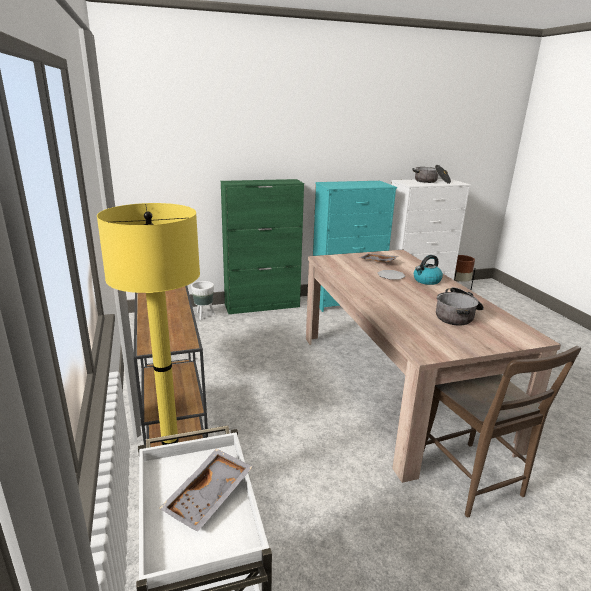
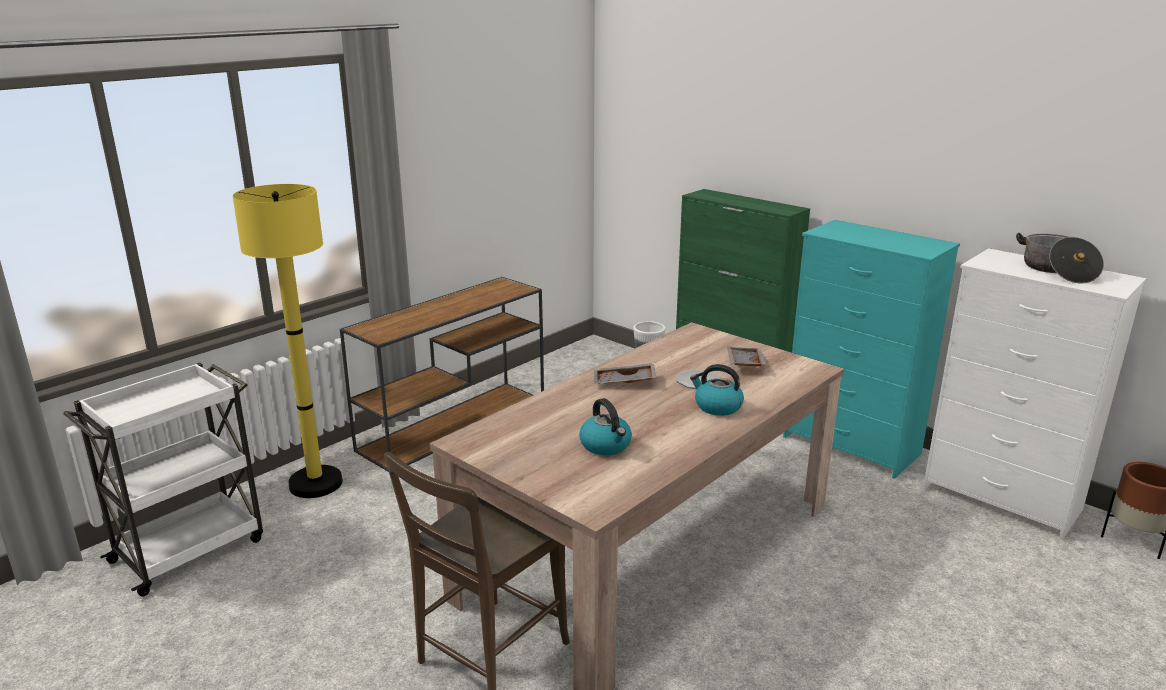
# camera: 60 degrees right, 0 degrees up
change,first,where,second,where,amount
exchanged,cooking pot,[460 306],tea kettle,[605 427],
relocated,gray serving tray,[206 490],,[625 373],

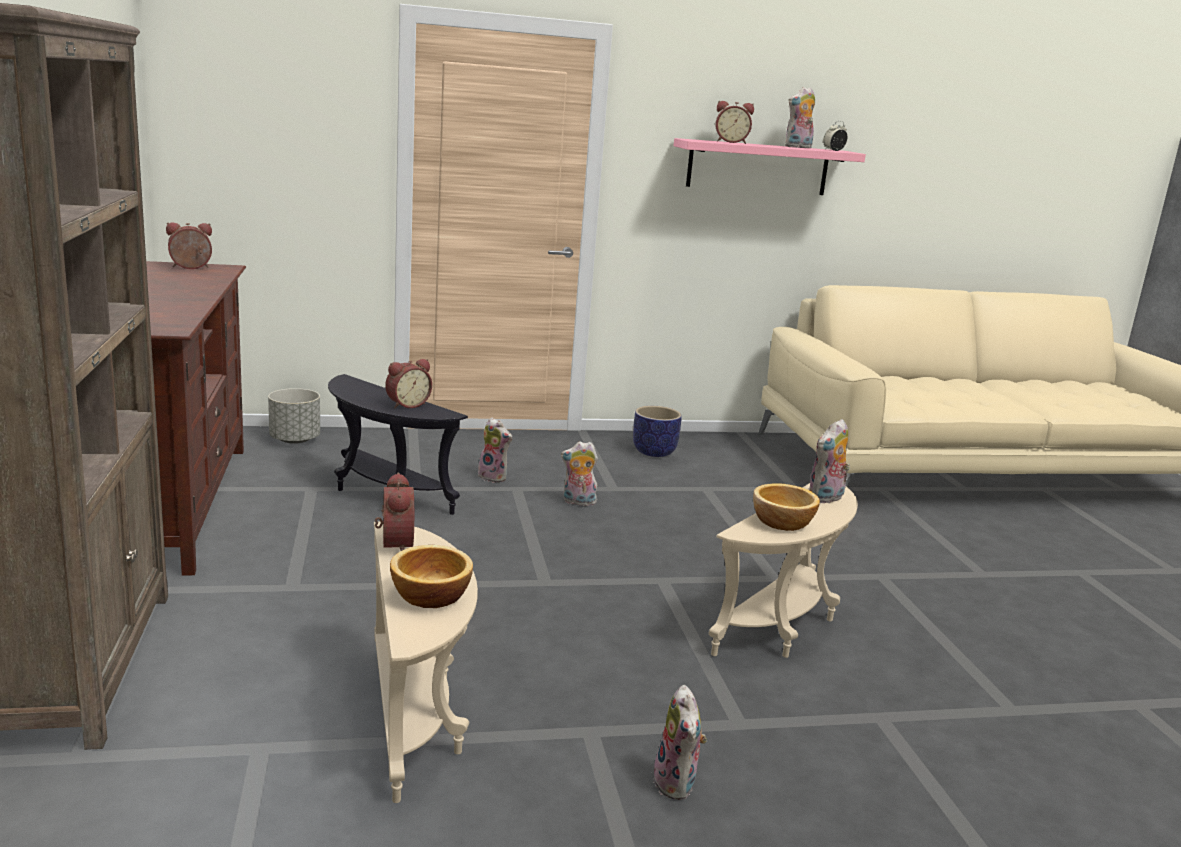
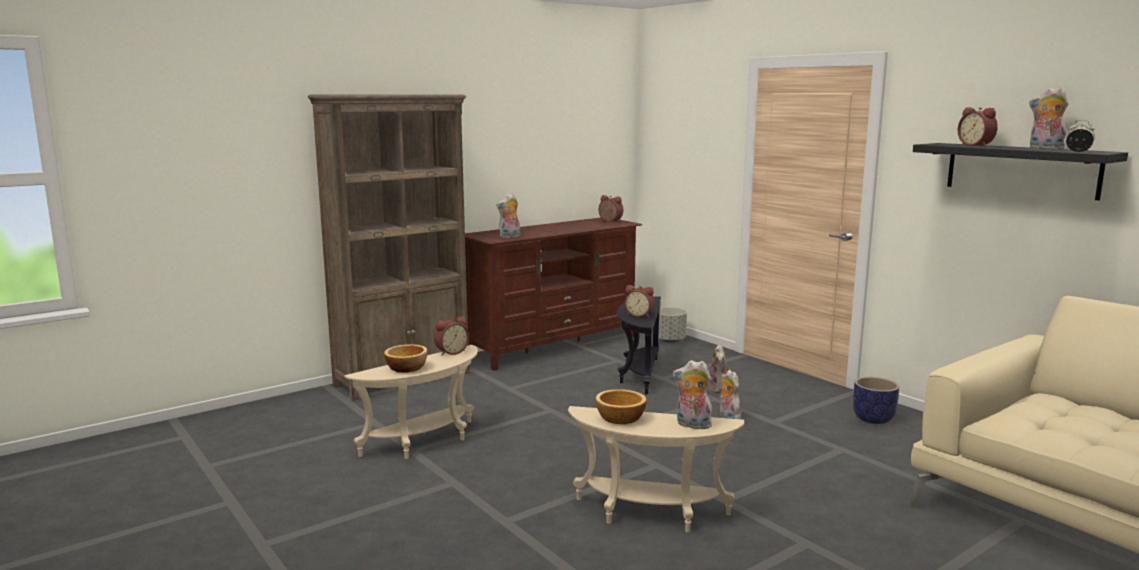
# camera: 65 degrees right, 5 degrees down
change,first,where,second,where,amount
relocated,soft toy,[680 742],,[508 215],
colour,pinkish shelf,[770 166],black shelf,[1020 171],

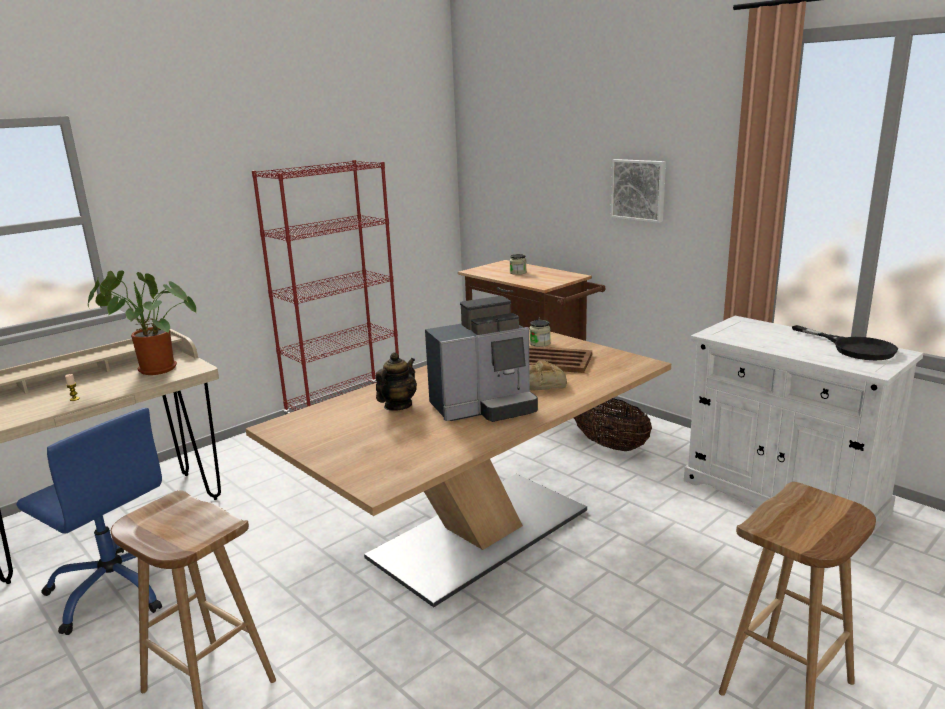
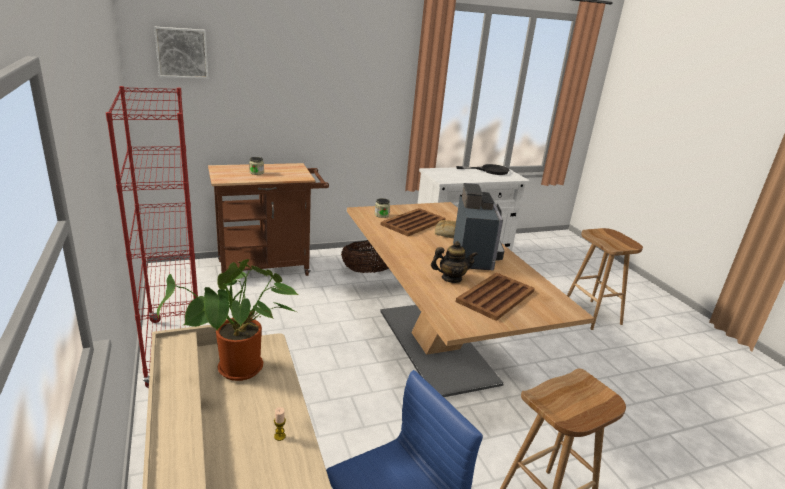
# camera: 70 degrees left, 5 degrees up
change,first,where,second,where,amount
relocated,wall picture,[638 191],,[181 53],
spun,pot for tea,[396 381],,[454 262],120 degrees clockwise
appeared,,,brown serving tray,[495 296],

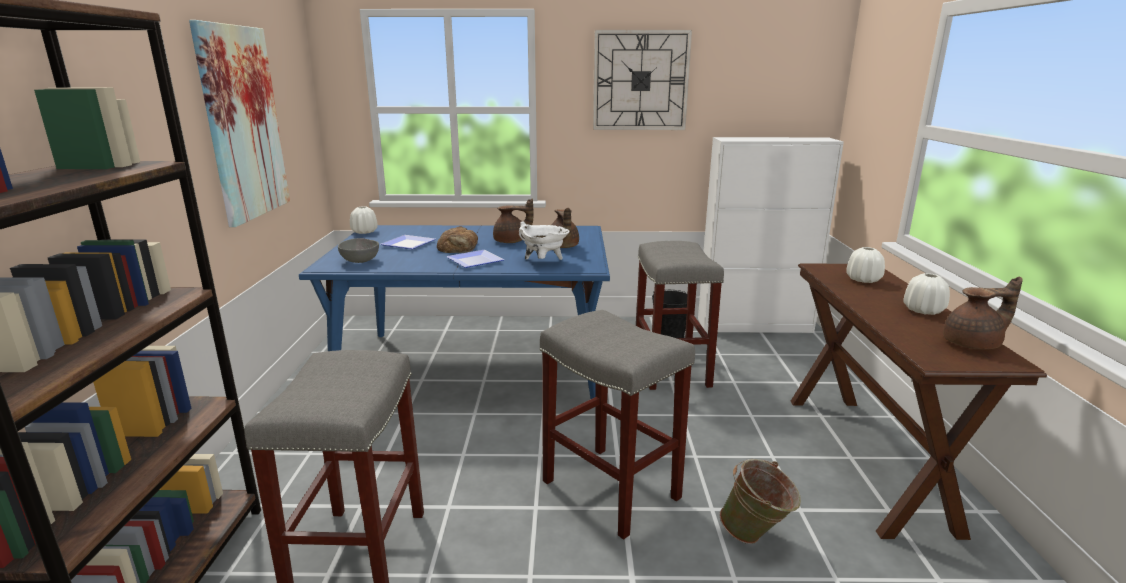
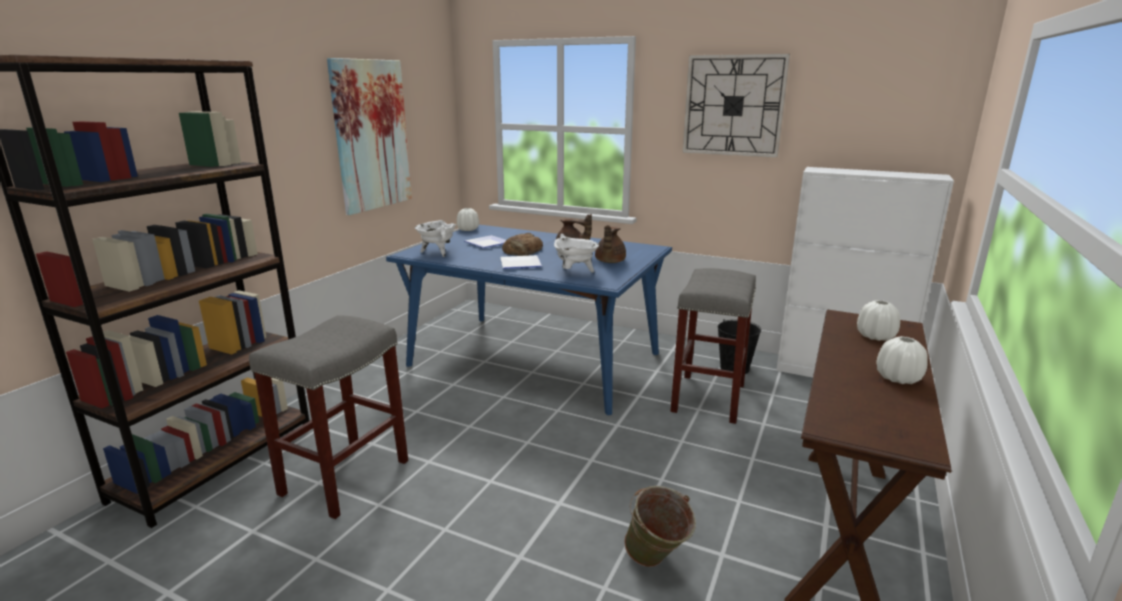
# camera: 25 degrees right, 0 degrees up
change,first,where,second,where,amount
exchanged,gray deep dish,[358 250],white-coloured cooking pot,[435 238],
missing,gray sitting stool,[617 425],,,
missing,brown pot for tea,[983 313],,,

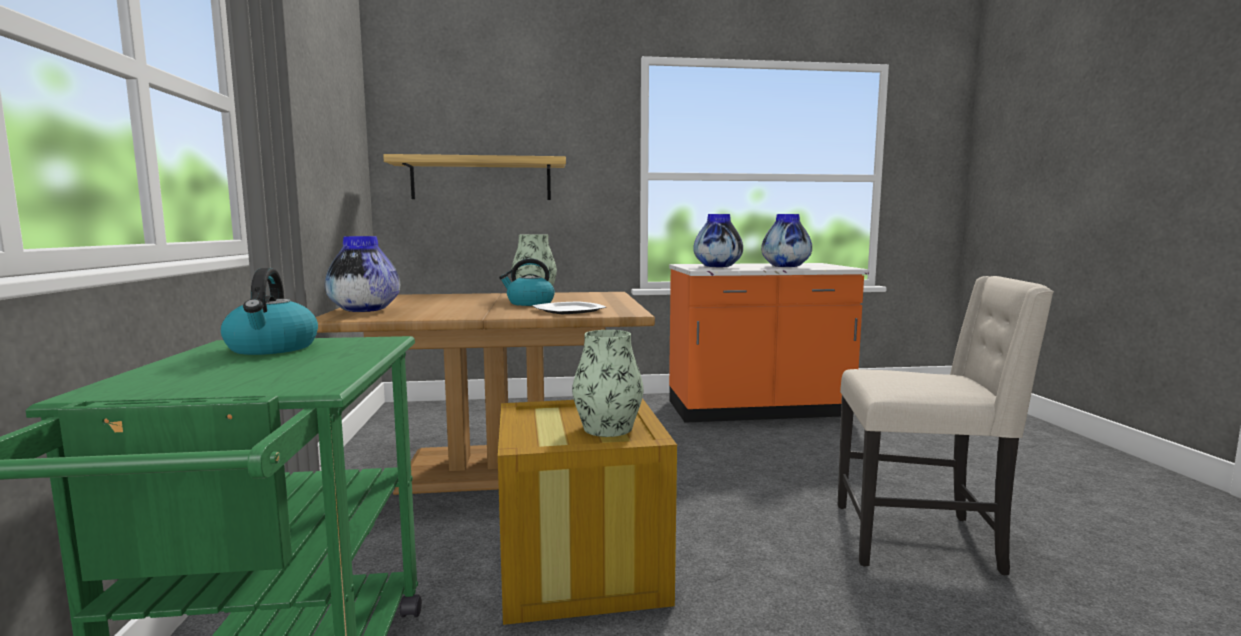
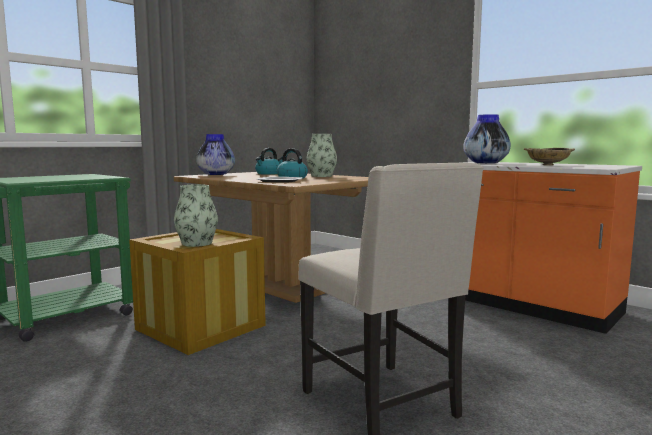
# camera: 50 degrees right, 0 degrees up
change,first,where,second,where,amount
relocated,tea kettle,[269 311],,[267 161],
exchanged,decorative vase,[786 240],sand-coloured deep dish,[549 157],
missing,shelf,[474 177],,,

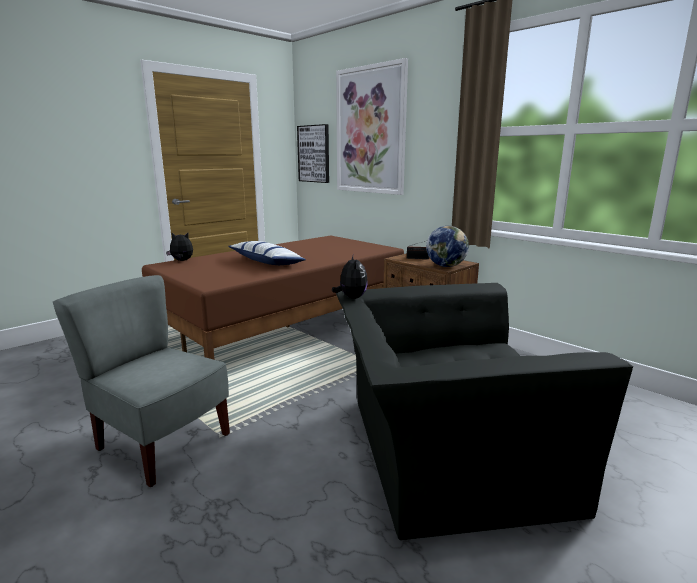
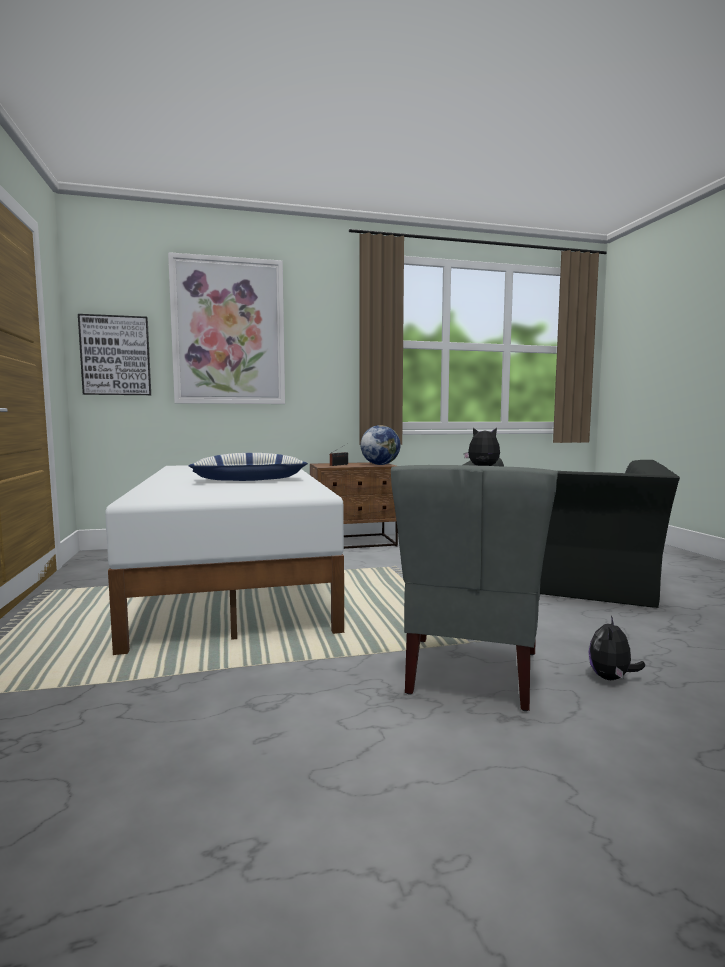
# camera: 60 degrees left, 10 degrees down
change,first,where,second,where,amount
colour,brown bedroom bed,[273 297],white-coloured bedroom bed,[224 560],
spun,gray chair,[141 381],,[474 588],45 degrees counterclockwise
relocated,soft toy,[179 247],,[617 648],

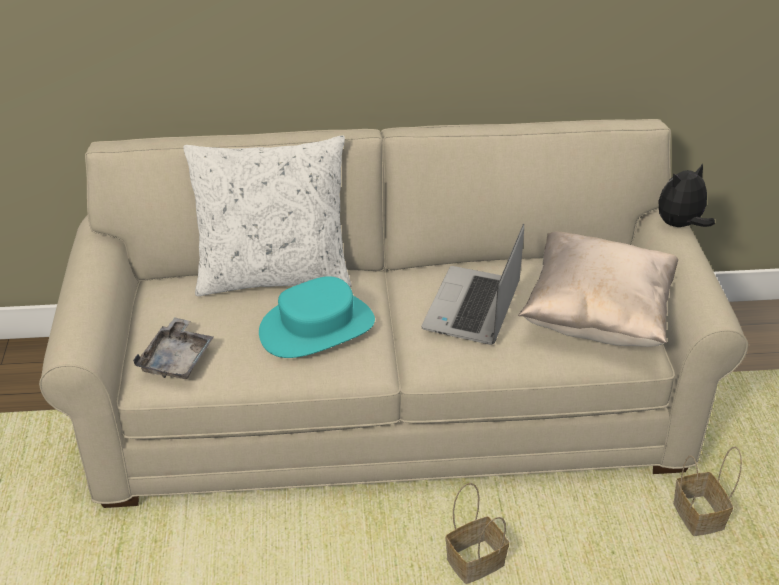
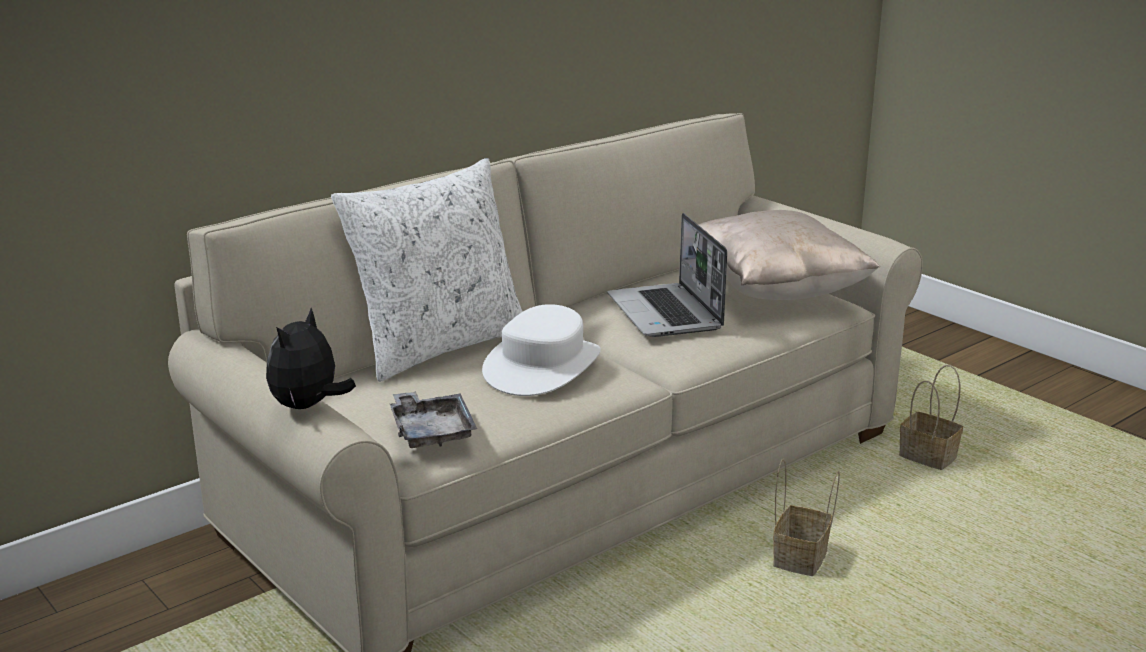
# camera: 35 degrees left, 15 degrees down
change,first,where,second,where,amount
relocated,soft toy,[687 195],,[311 358],
colour,turquoise-coloured wearable hat,[317 317],white-coloured wearable hat,[541 350],

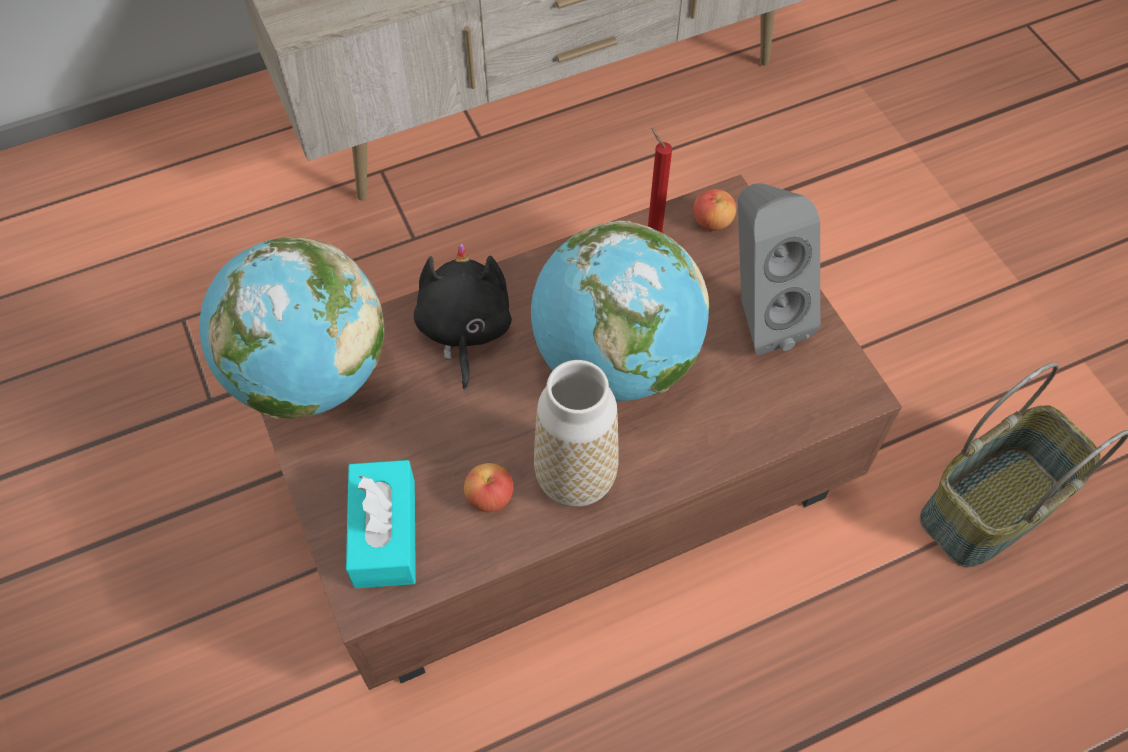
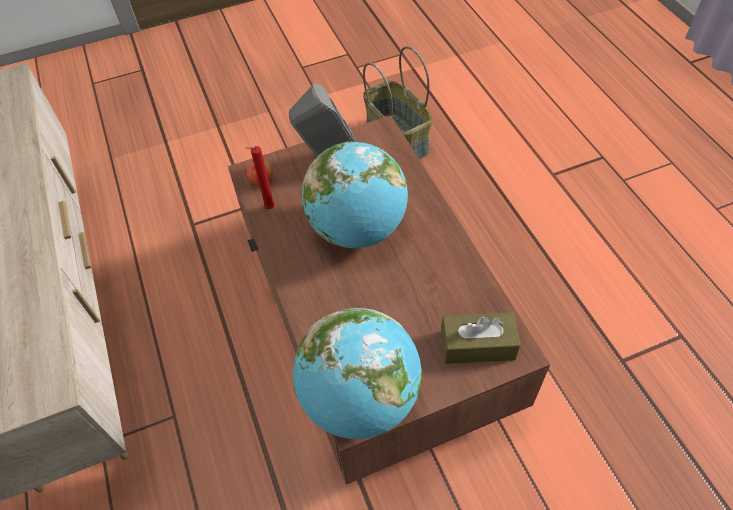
# camera: 85 degrees left, 5 degrees down
change,first,where,second,where,amount
colour,turquoise-coloured tissue box,[381 524],brown tissue box,[480 338],
missing,black soft toy,[463 317],,,
missing,whole apple,[489 487],,,
missing,decorative vase,[576 433],,,

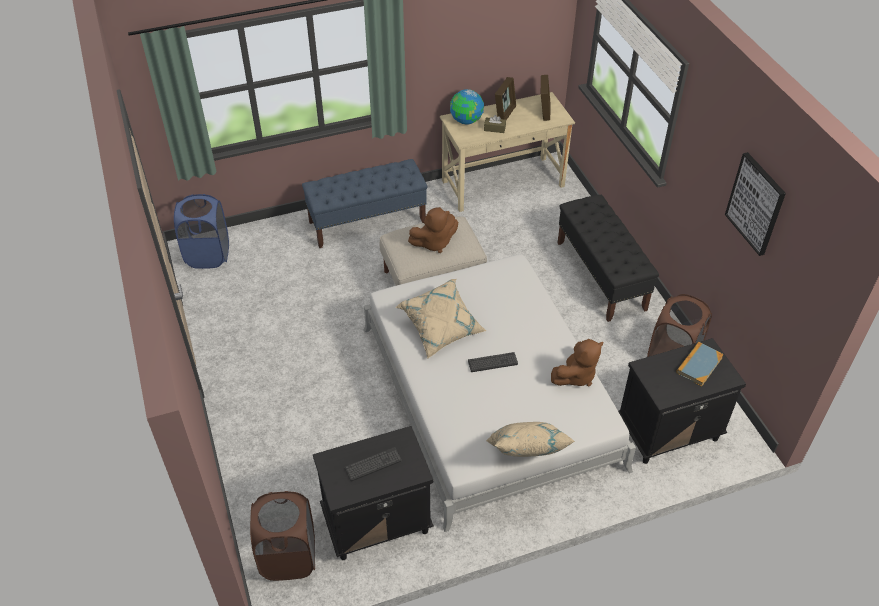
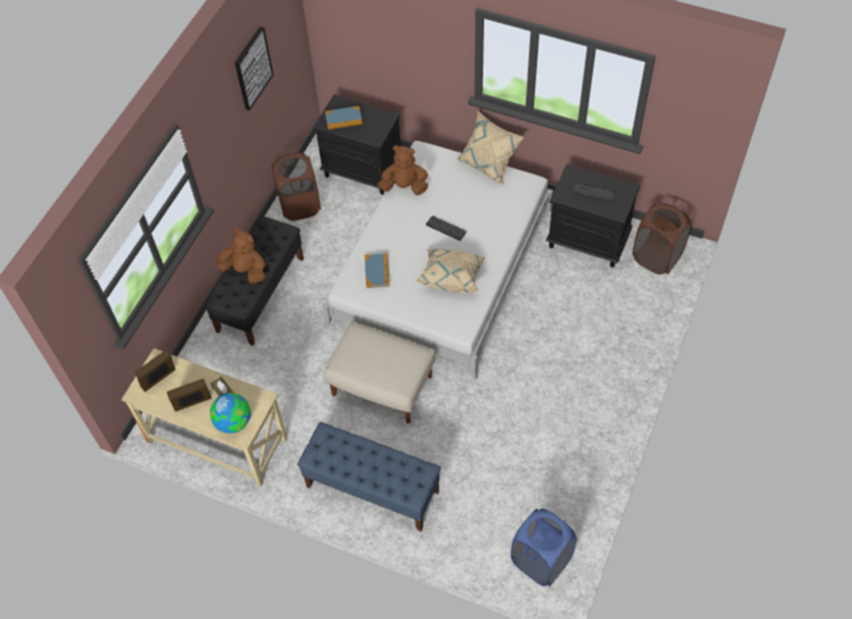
# camera: 135 degrees left, 10 degrees up
change,first,where,second,where,amount
relocated,brown soft toy,[433 230],,[240 256],
appeared,,,bound book,[377 270],

